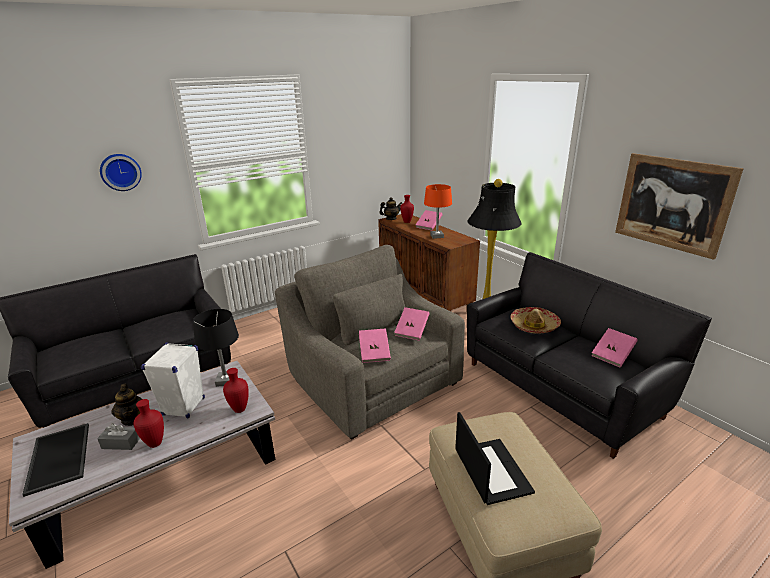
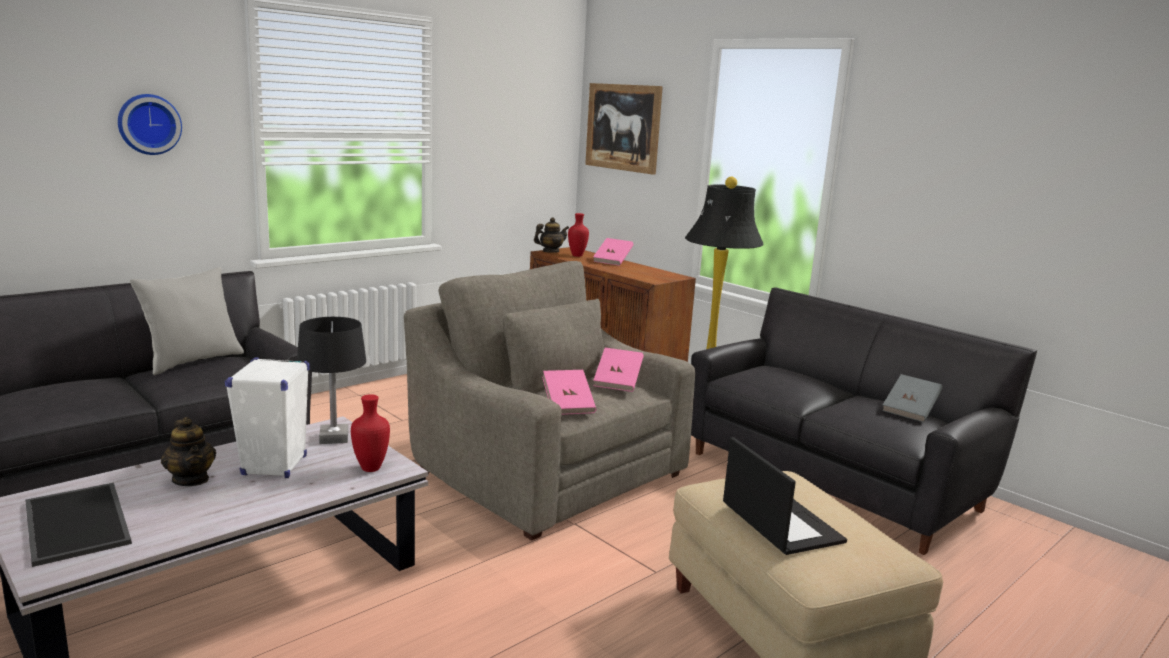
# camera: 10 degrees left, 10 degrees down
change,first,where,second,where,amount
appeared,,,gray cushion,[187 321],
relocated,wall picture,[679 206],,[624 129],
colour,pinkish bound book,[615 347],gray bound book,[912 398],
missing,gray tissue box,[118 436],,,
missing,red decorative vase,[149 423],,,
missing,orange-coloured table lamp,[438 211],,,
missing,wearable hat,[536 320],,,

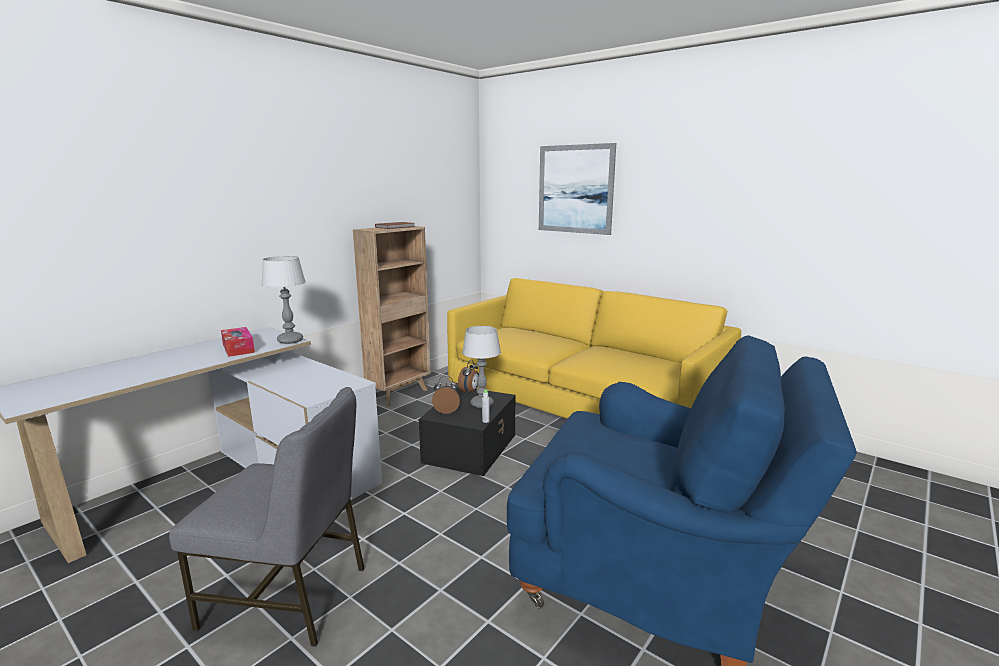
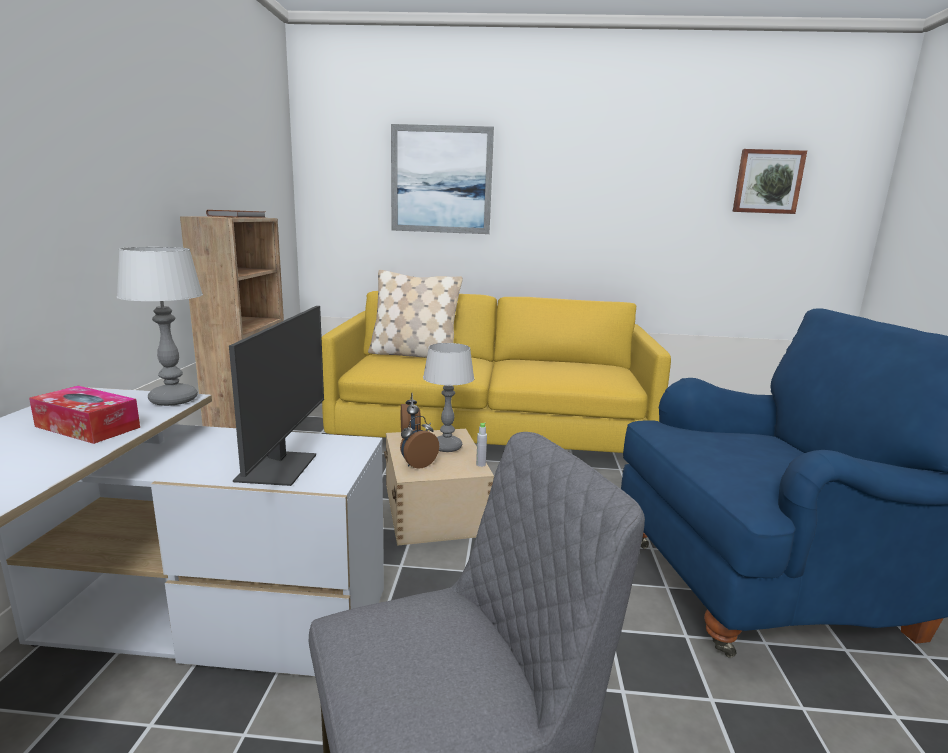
# camera: 35 degrees left, 0 degrees up
change,first,where,second,where,amount
appeared,,,computer display,[276 396],
appeared,,,sand-coloured cushion,[415 314],
colour,black storage bin,[467 432],sand-coloured storage bin,[439 487],
appeared,,,wall picture,[770 181],

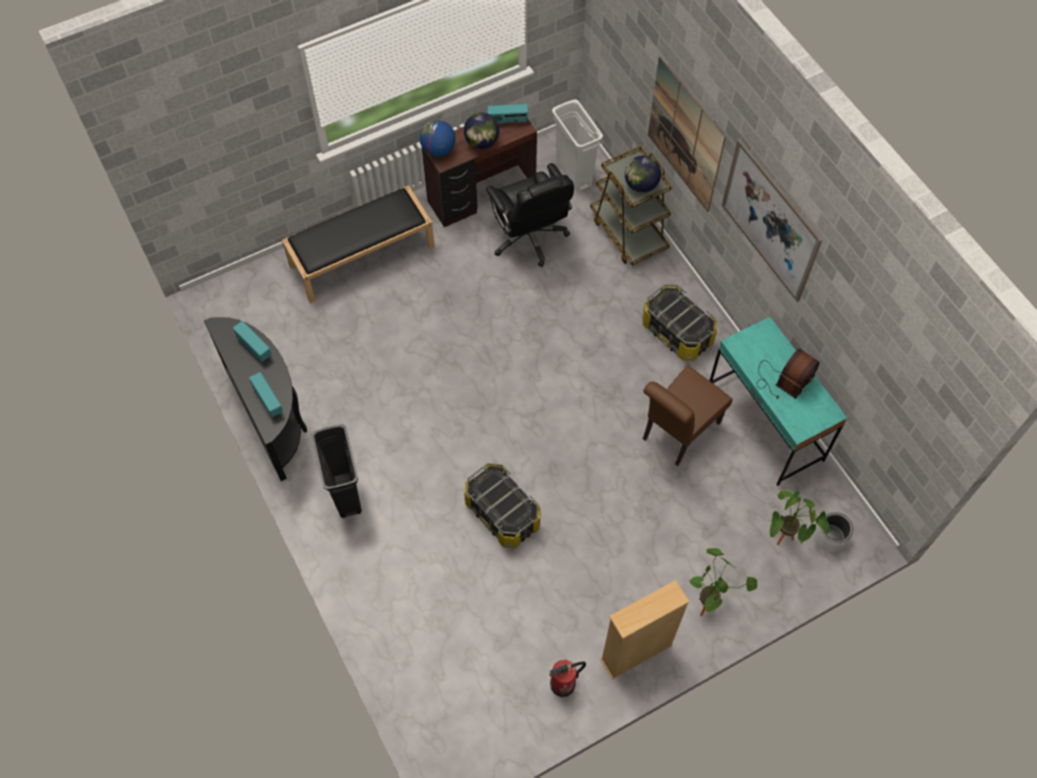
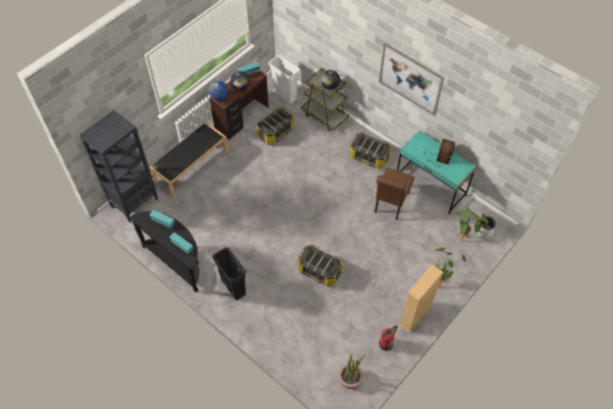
# camera: 20 degrees left, 5 degrees down
change,first,where,second,where,amount
appeared,,,black shelving unit,[118 166],
exchanged,black desk chair,[530 215],storage bin,[275 126],
appeared,,,houseplant,[352 371],
missing,wall picture,[687 134],,,

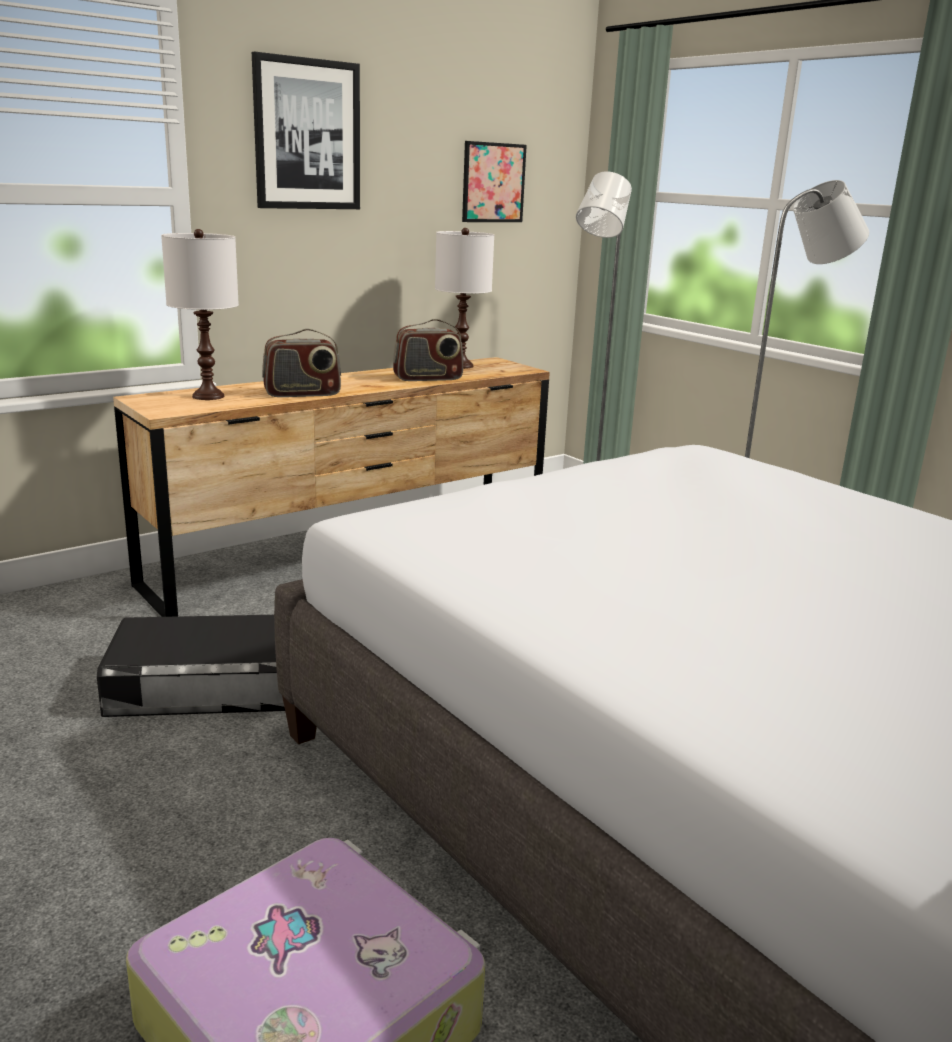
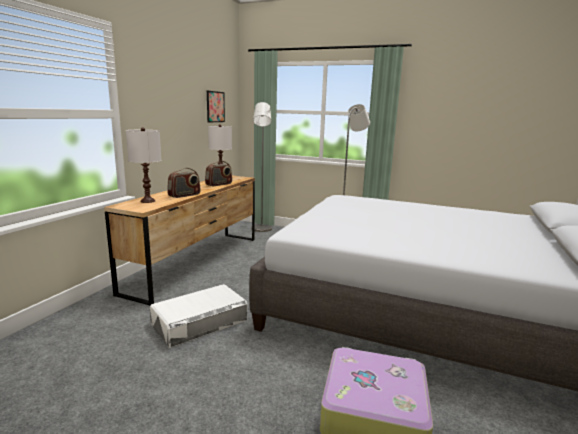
# camera: 30 degrees left, 5 degrees down
change,first,where,second,where,amount
colour,black storage bin,[191 666],white-coloured storage bin,[198 316],
missing,wall picture,[306 130],,,

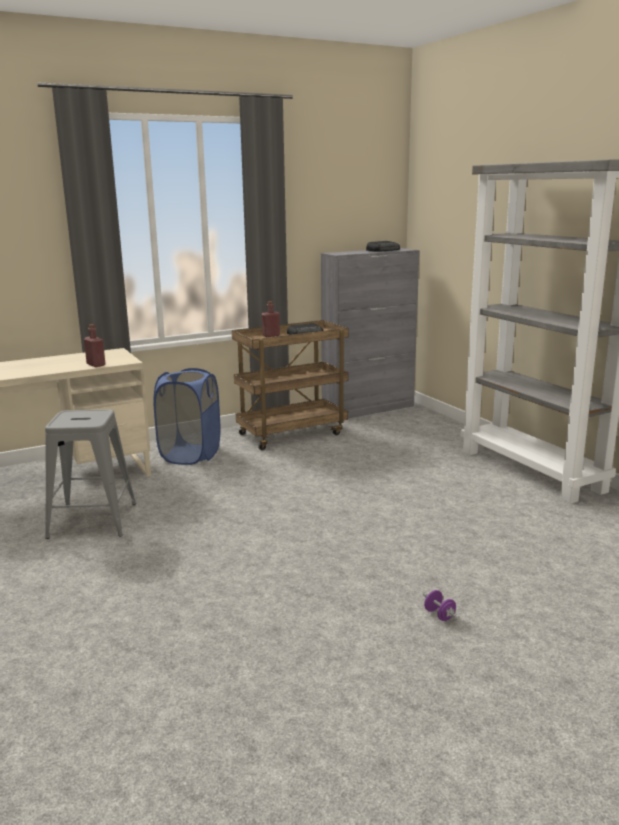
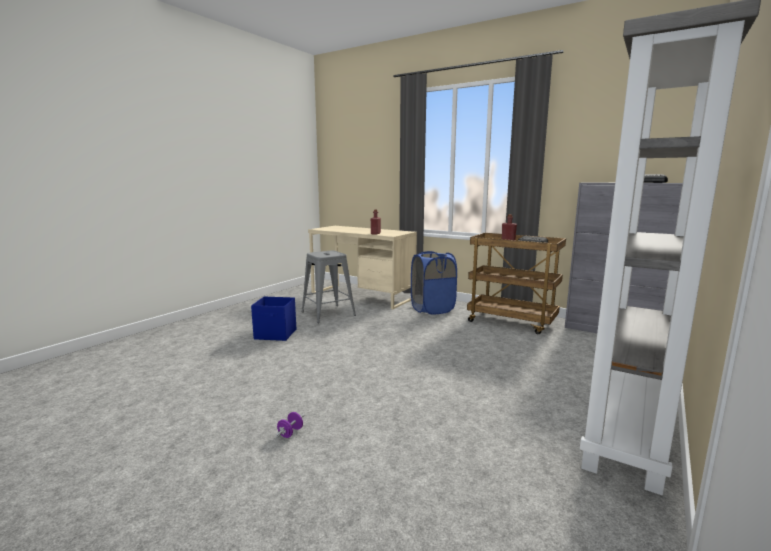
# camera: 60 degrees right, 5 degrees down
change,first,where,second,where,amount
appeared,,,blue storage bin,[273 318],

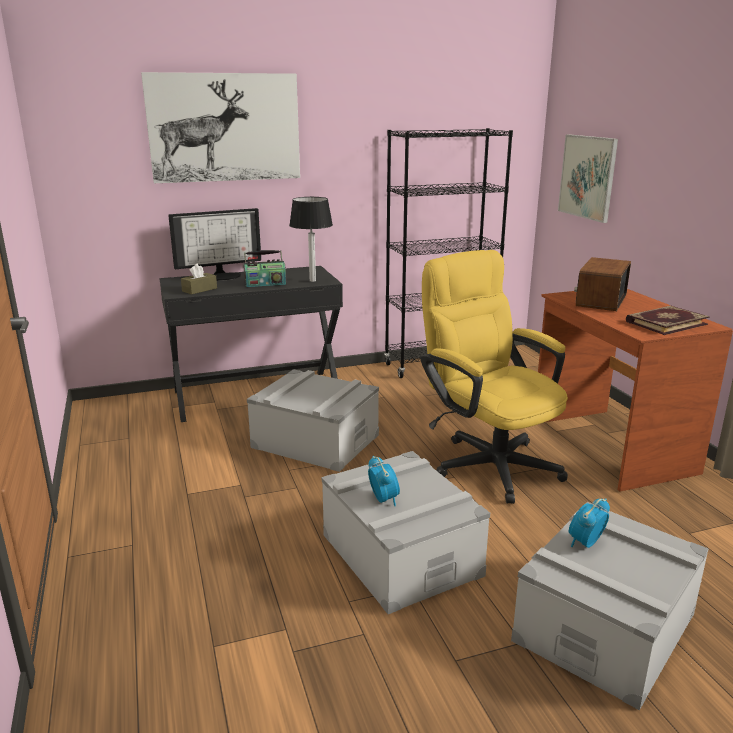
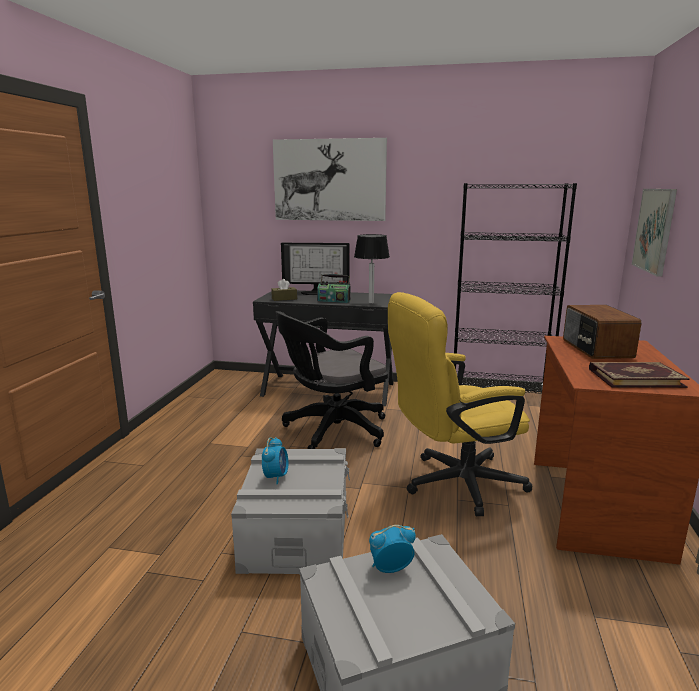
# camera: 30 degrees right, 5 degrees down
change,first,where,second,where,amount
exchanged,gray storage bin,[313 420],black desk chair,[332 380],
spun,yellow desk chair,[494 377],,[460 404],105 degrees counterclockwise
spun,radio,[602 284],,[602 332],60 degrees counterclockwise

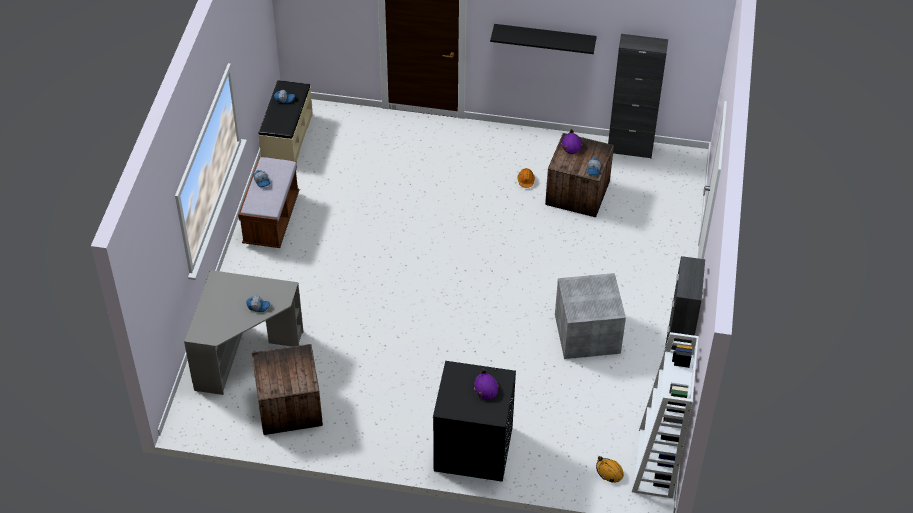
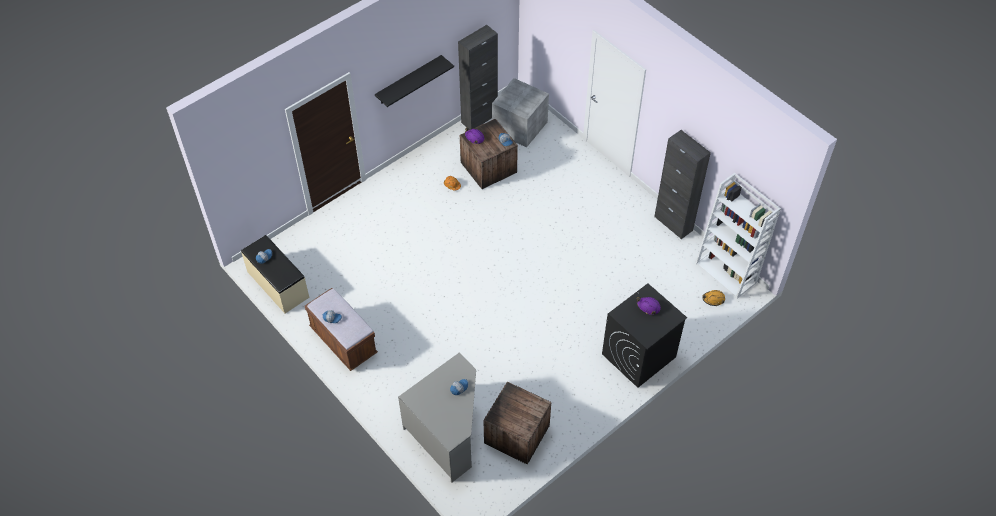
# camera: 50 degrees left, 5 degrees up
change,first,where,second,where,amount
relocated,gray storage bin,[590 316],,[520 113],

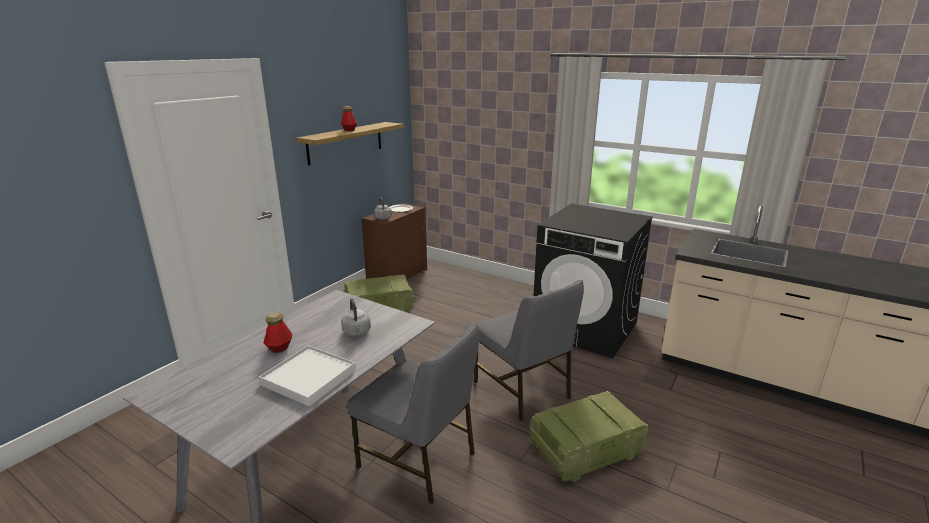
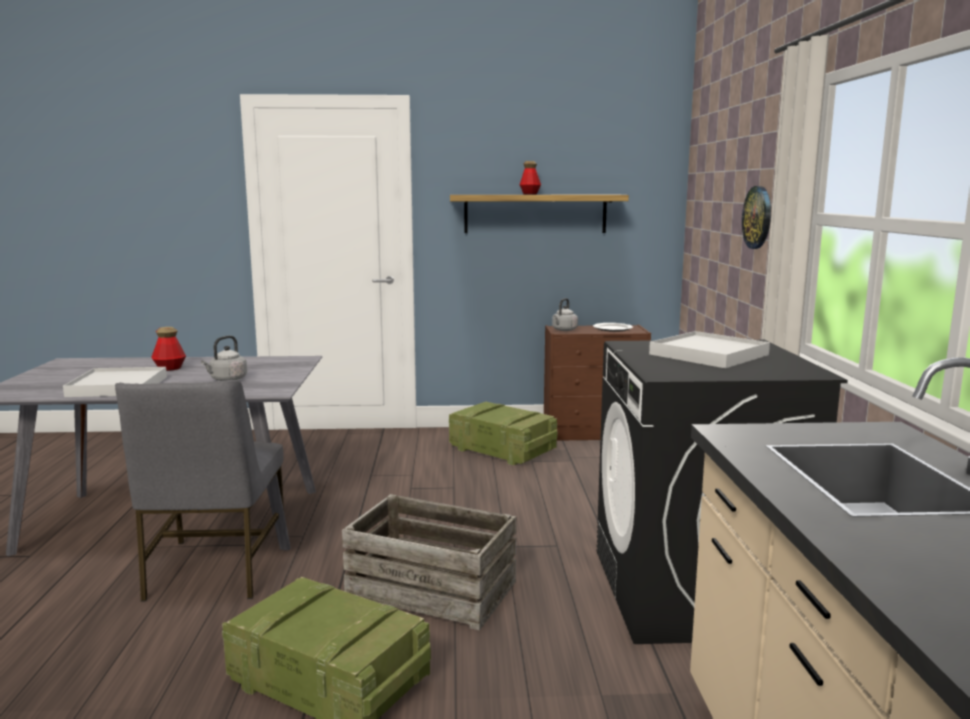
# camera: 55 degrees right, 10 degrees down
change,first,where,second,where,amount
exchanged,gray chair,[529 350],shipping crate,[429 562],
appeared,,,white-coloured serving tray,[709 349],
appeared,,,hanging clock,[756 217],

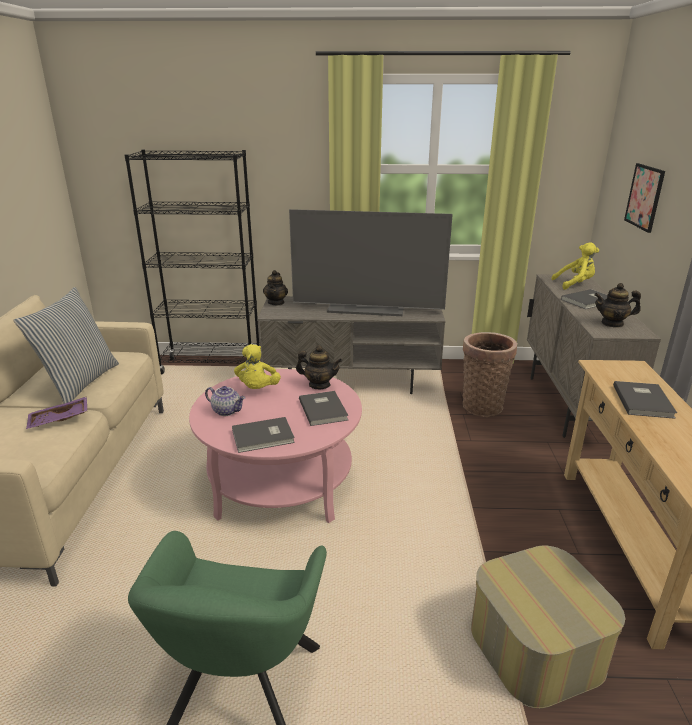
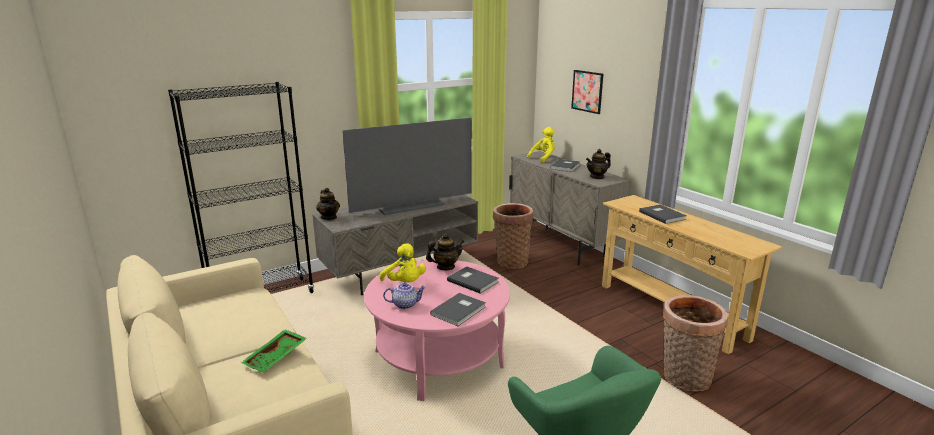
# camera: 35 degrees left, 5 degrees down
change,first,where,second,where,amount
colour,purplish serving tray,[56 412],green serving tray,[274 351],
exchanged,footrest,[548 627],basket,[695 343],
missing,cushion,[66 345],,,

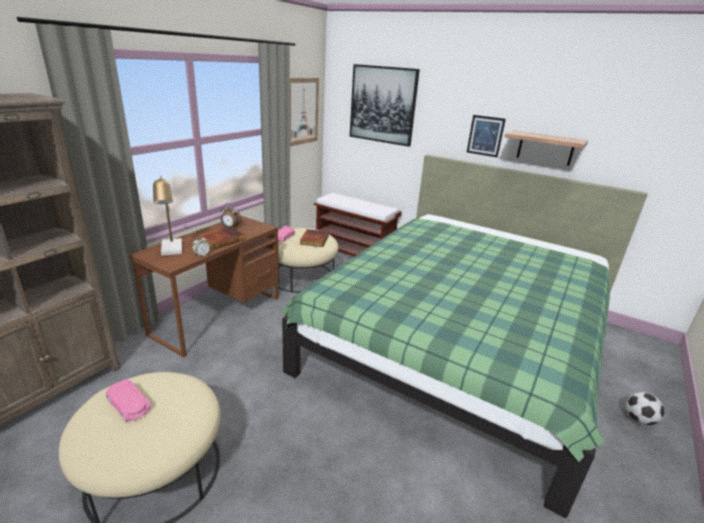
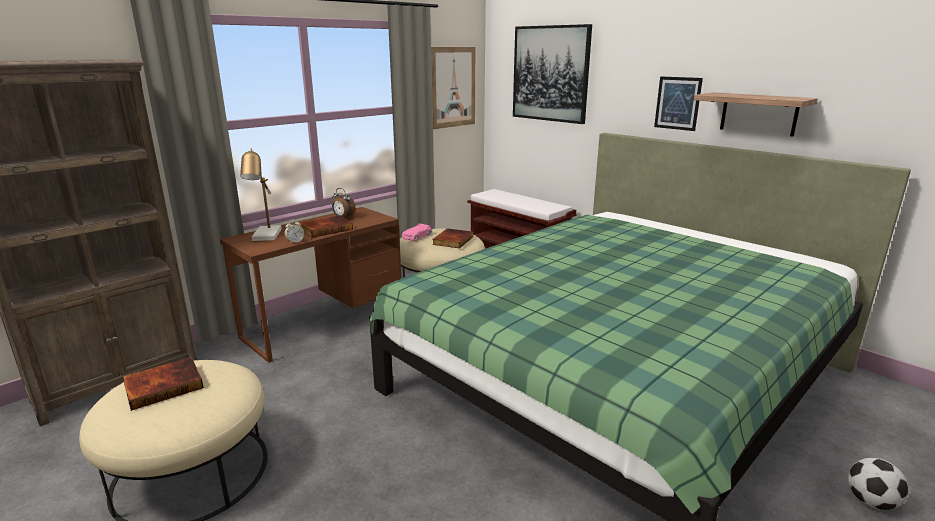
# camera: 15 degrees right, 5 degrees down
change,first,where,second,where,amount
exchanged,pinkish miniature car,[128 400],bound book,[163 384],

